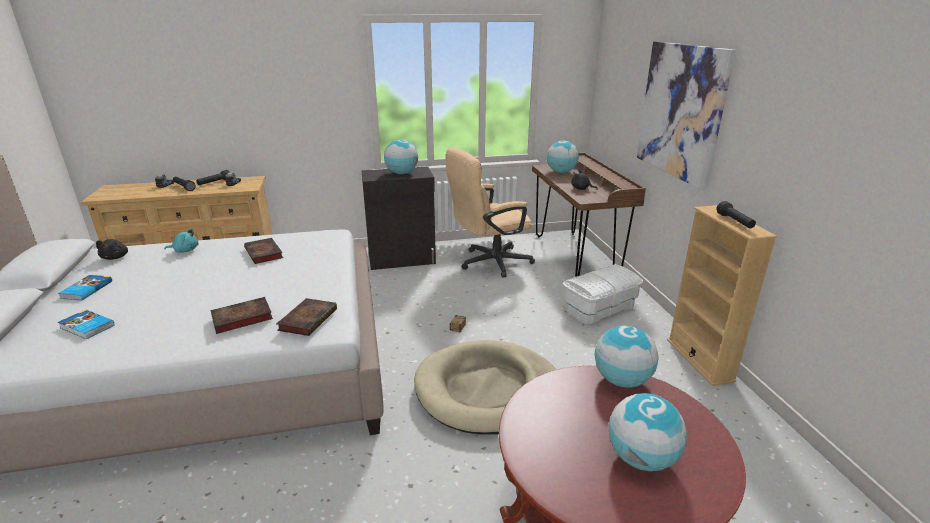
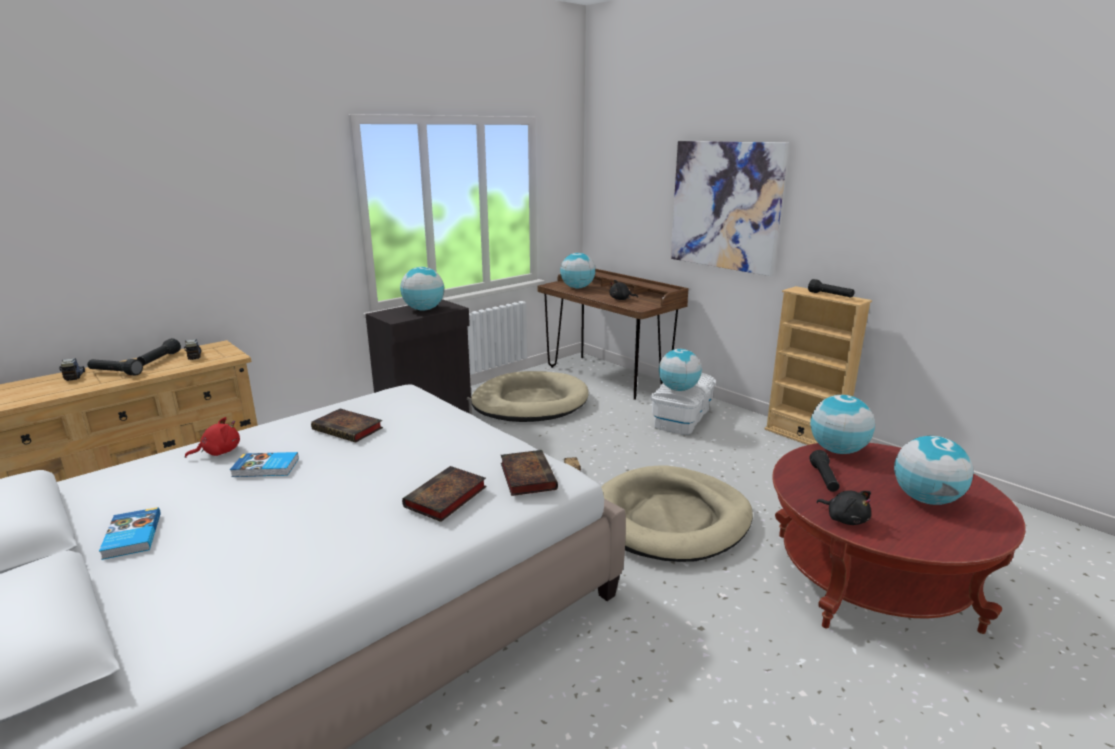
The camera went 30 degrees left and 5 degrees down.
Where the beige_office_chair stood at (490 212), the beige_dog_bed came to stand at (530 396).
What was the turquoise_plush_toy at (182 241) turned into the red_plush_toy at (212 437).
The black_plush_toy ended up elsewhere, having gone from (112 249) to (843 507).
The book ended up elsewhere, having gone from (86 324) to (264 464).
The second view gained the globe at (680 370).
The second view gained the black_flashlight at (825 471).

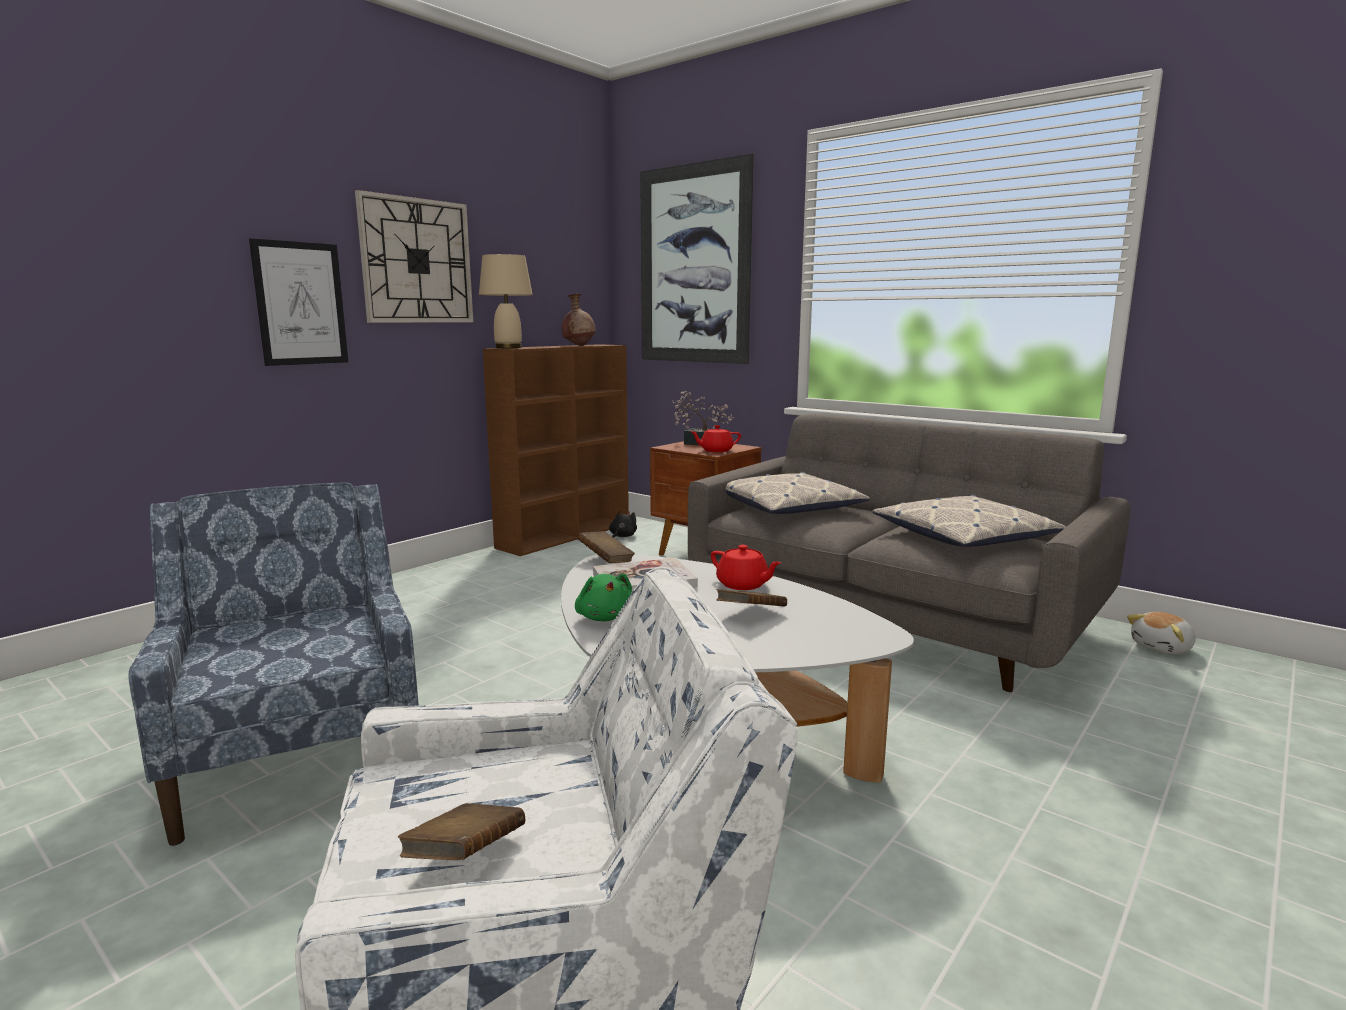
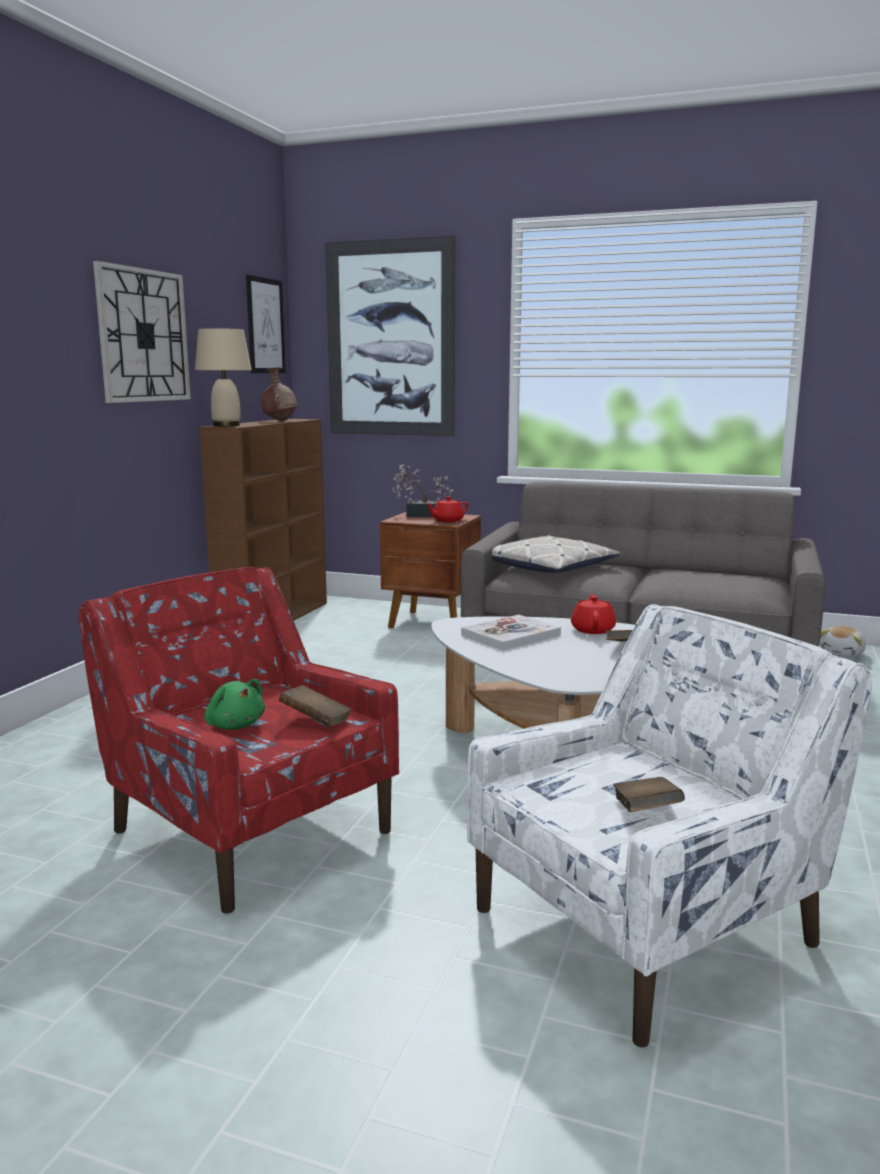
The camera went 20 degrees left and 0 degrees up.
The picture ended up elsewhere, having gone from (298 302) to (266 324).
What was the blue_armchair at (274 664) turned into the red_armchair at (239 740).
The second view lost the pillow at (969 521).
The second view lost the black_plush_toy at (623 524).
The brown_book ended up elsewhere, having gone from (606 547) to (315 706).
The red_teapot at (746 567) ended up facing another way, 105 degrees counterclockwise from before.
The green_plush_toy ended up elsewhere, having gone from (603 597) to (234 704).

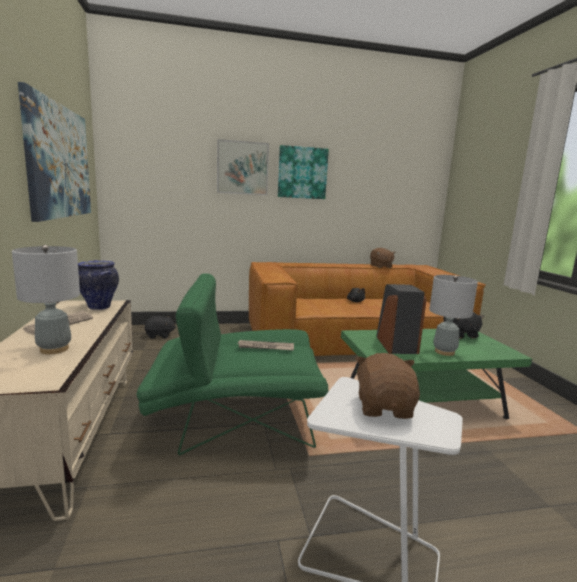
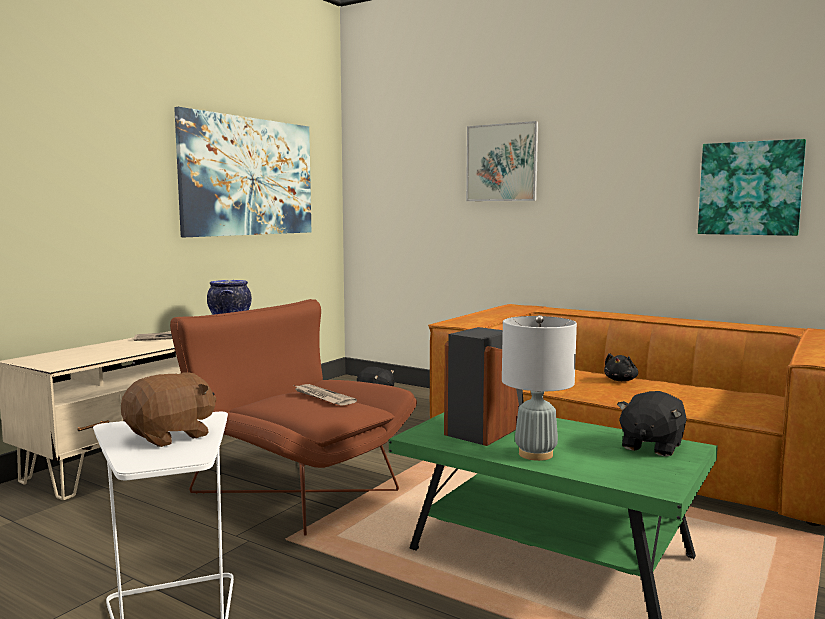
The camera went 45 degrees right and 5 degrees down.
The picture ended up elsewhere, having gone from (303 172) to (752 187).
The second view lost the grey_table_lamp at (46 299).
The second view lost the brown_plush_toy at (383 258).
What was the green_armchair at (232 364) turned into the brown_armchair at (293 417).

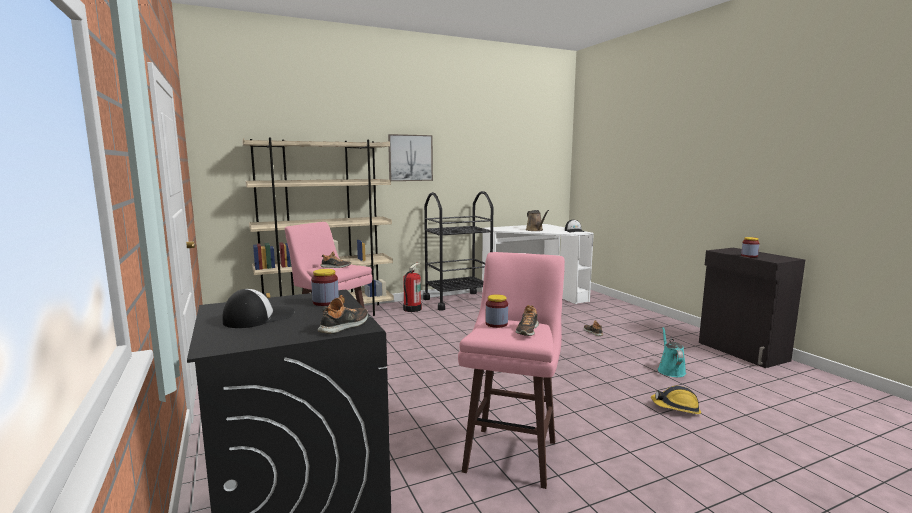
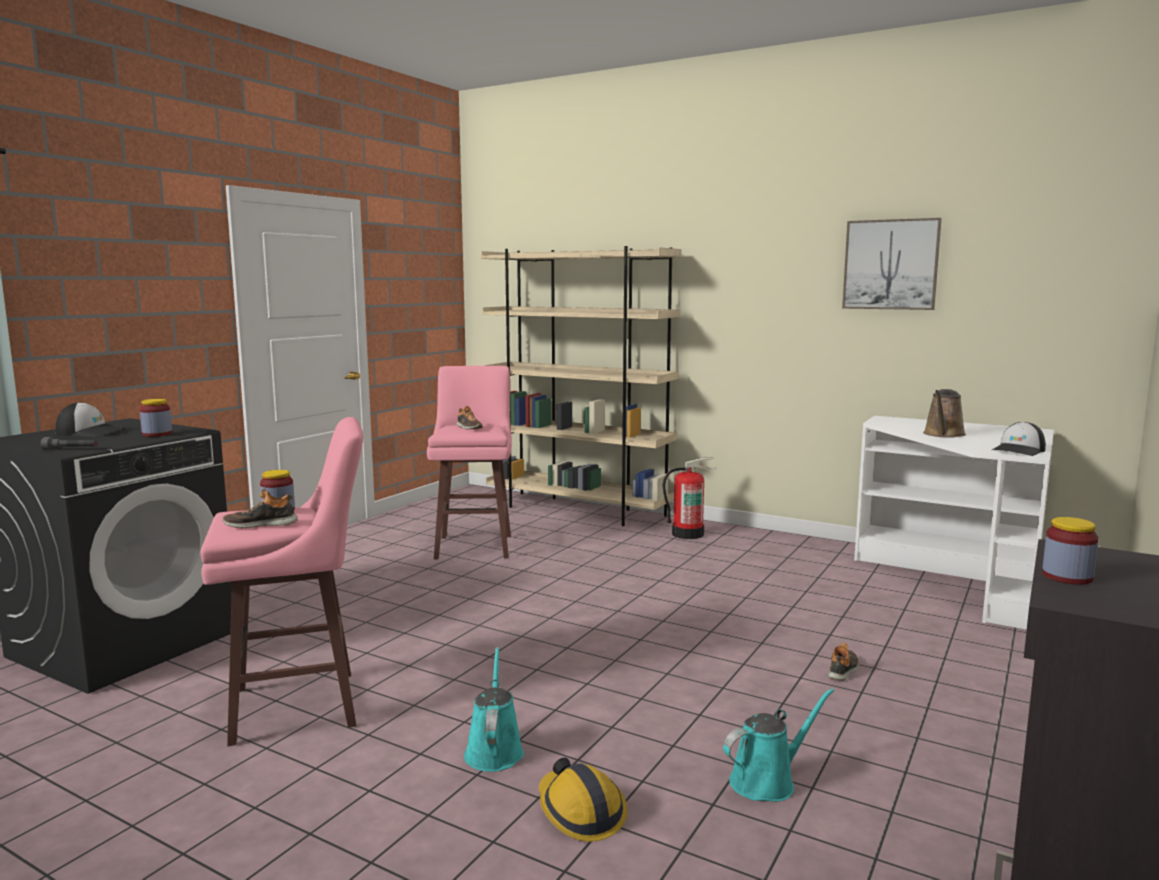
The camera went 55 degrees right and 0 degrees up.
The picture ended up elsewhere, having gone from (410 157) to (892 264).
The second view lost the black_cart at (458 251).
Where the shoe stood at (343 314), the grey_flashlight came to stand at (69 443).
The second view gained the turquoise_watering_can at (494 709).

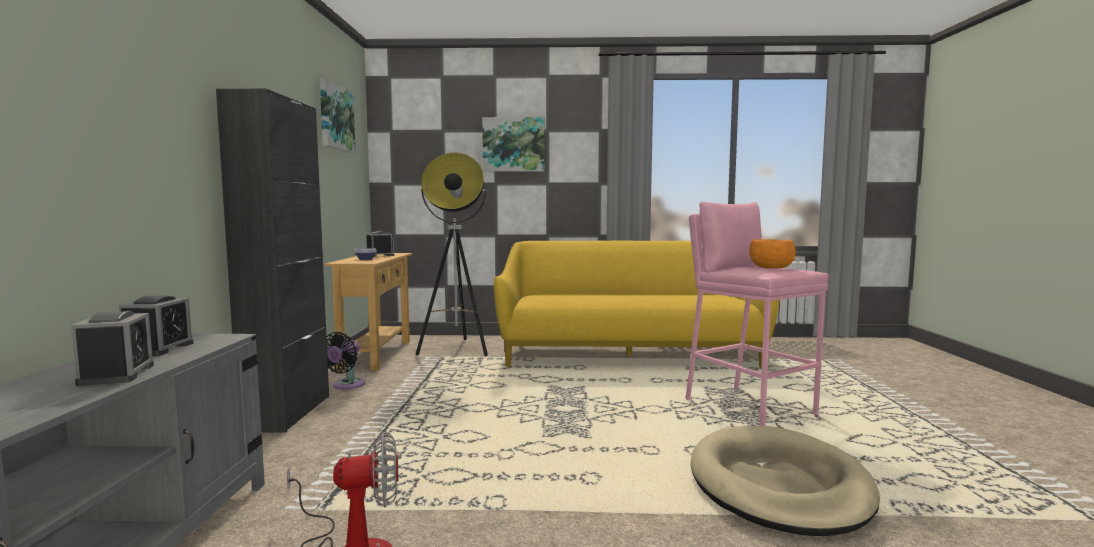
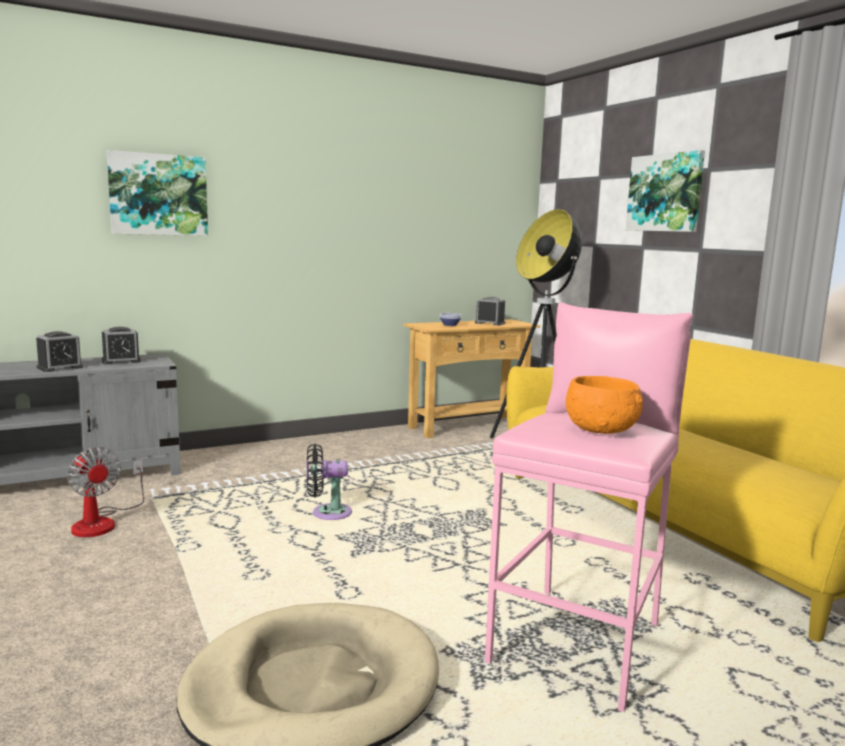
The camera went 60 degrees right and 5 degrees up.
The picture ended up elsewhere, having gone from (338 115) to (157 193).
The second view lost the black_cabinet at (272 261).
The black_fan ended up elsewhere, having gone from (345 360) to (329 482).

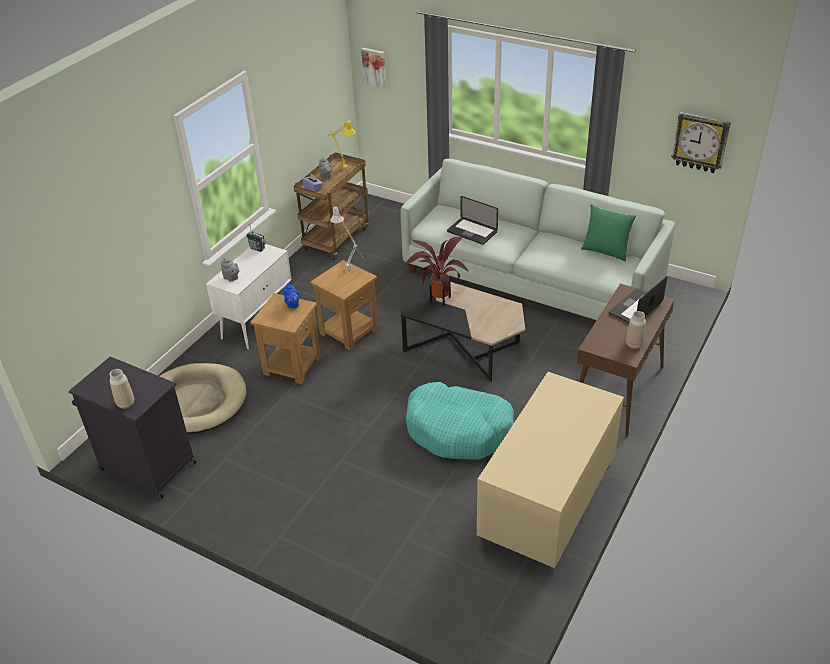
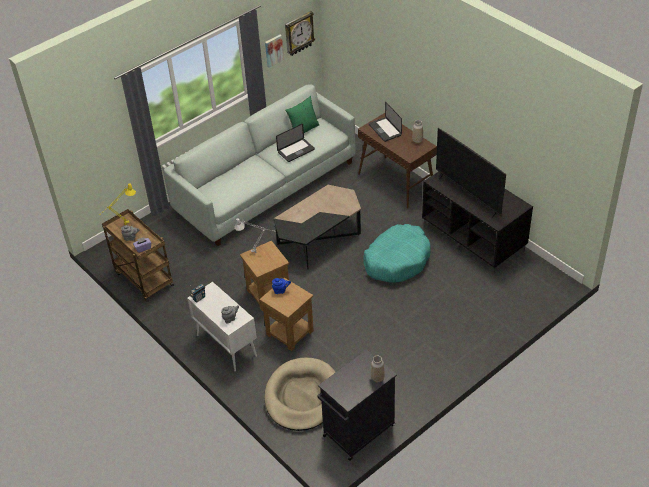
The camera went 70 degrees left and 5 degrees up.
The picture ended up elsewhere, having gone from (373 68) to (274 51).
The laptop ended up elsewhere, having gone from (472 220) to (295 143).
The second view lost the potted_plant at (436 271).
What was the beige_tv_stand at (550 474) turned into the black_tv_stand at (477 223).
The second view gained the television at (471 173).

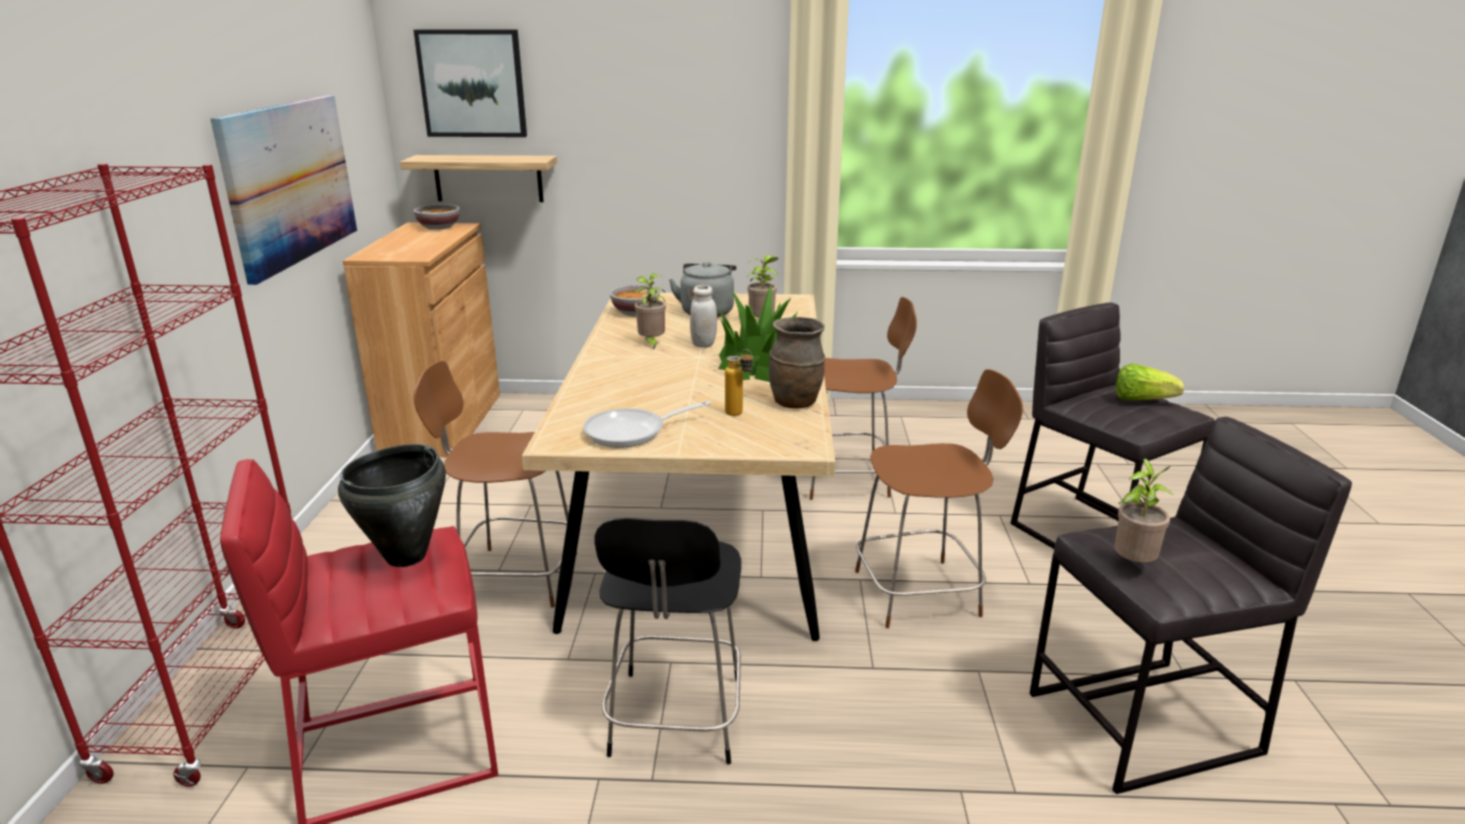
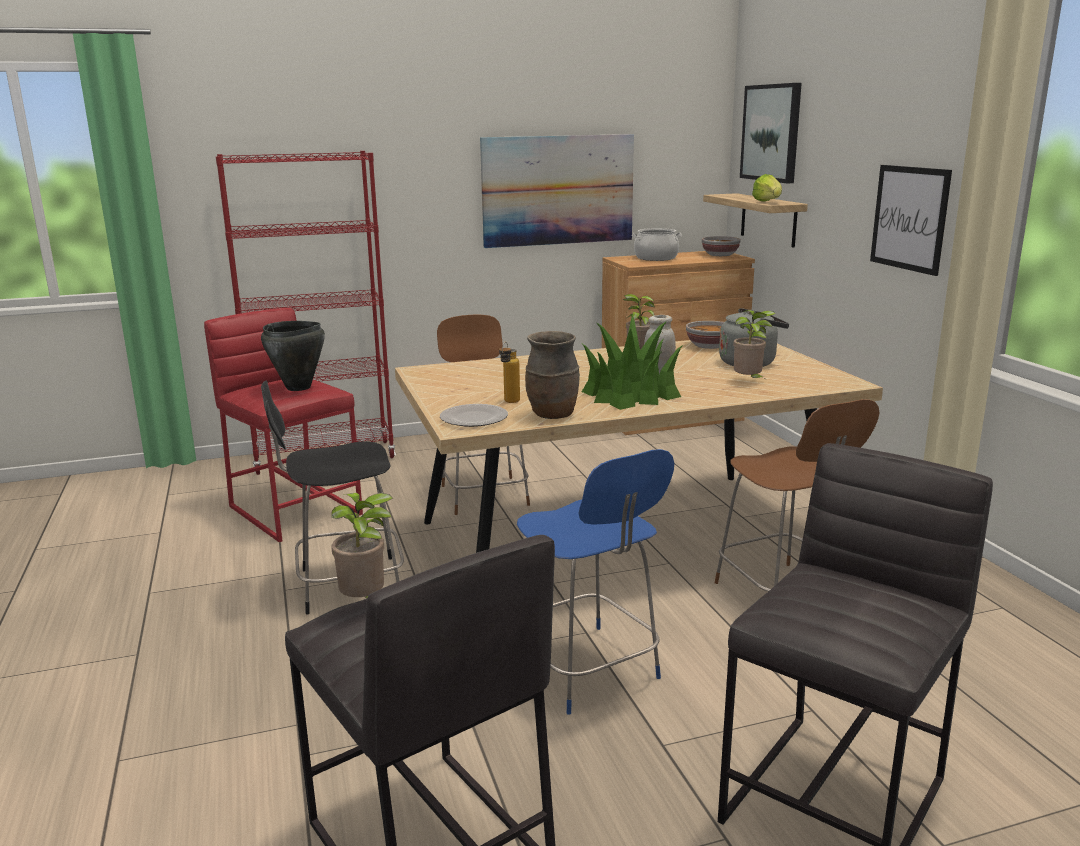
The camera went 70 degrees right and 5 degrees down.
The lettuce ended up elsewhere, having gone from (1150 382) to (767 188).
What was the brown_chair at (939 498) turned into the blue_chair at (595 582).
The second view lost the frying_pan at (647 424).
The second view gained the picture at (911 220).
The second view gained the cooking_pot at (657 244).
The second view gained the plate at (474 415).

